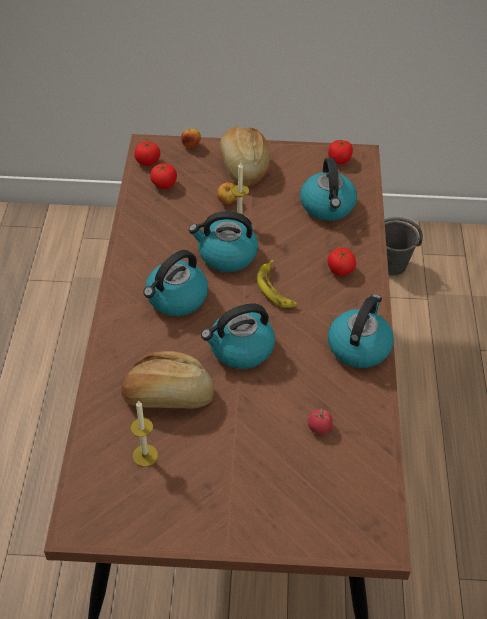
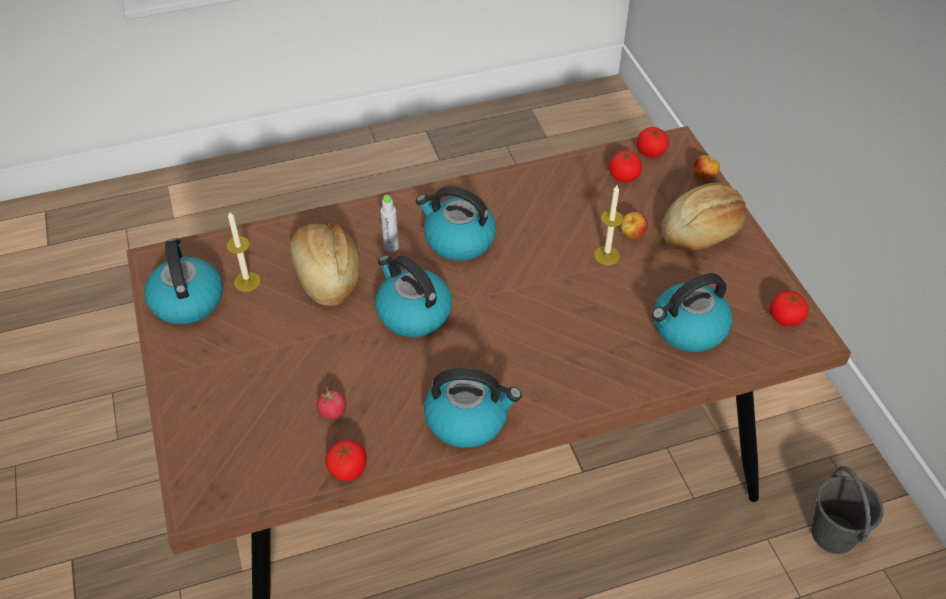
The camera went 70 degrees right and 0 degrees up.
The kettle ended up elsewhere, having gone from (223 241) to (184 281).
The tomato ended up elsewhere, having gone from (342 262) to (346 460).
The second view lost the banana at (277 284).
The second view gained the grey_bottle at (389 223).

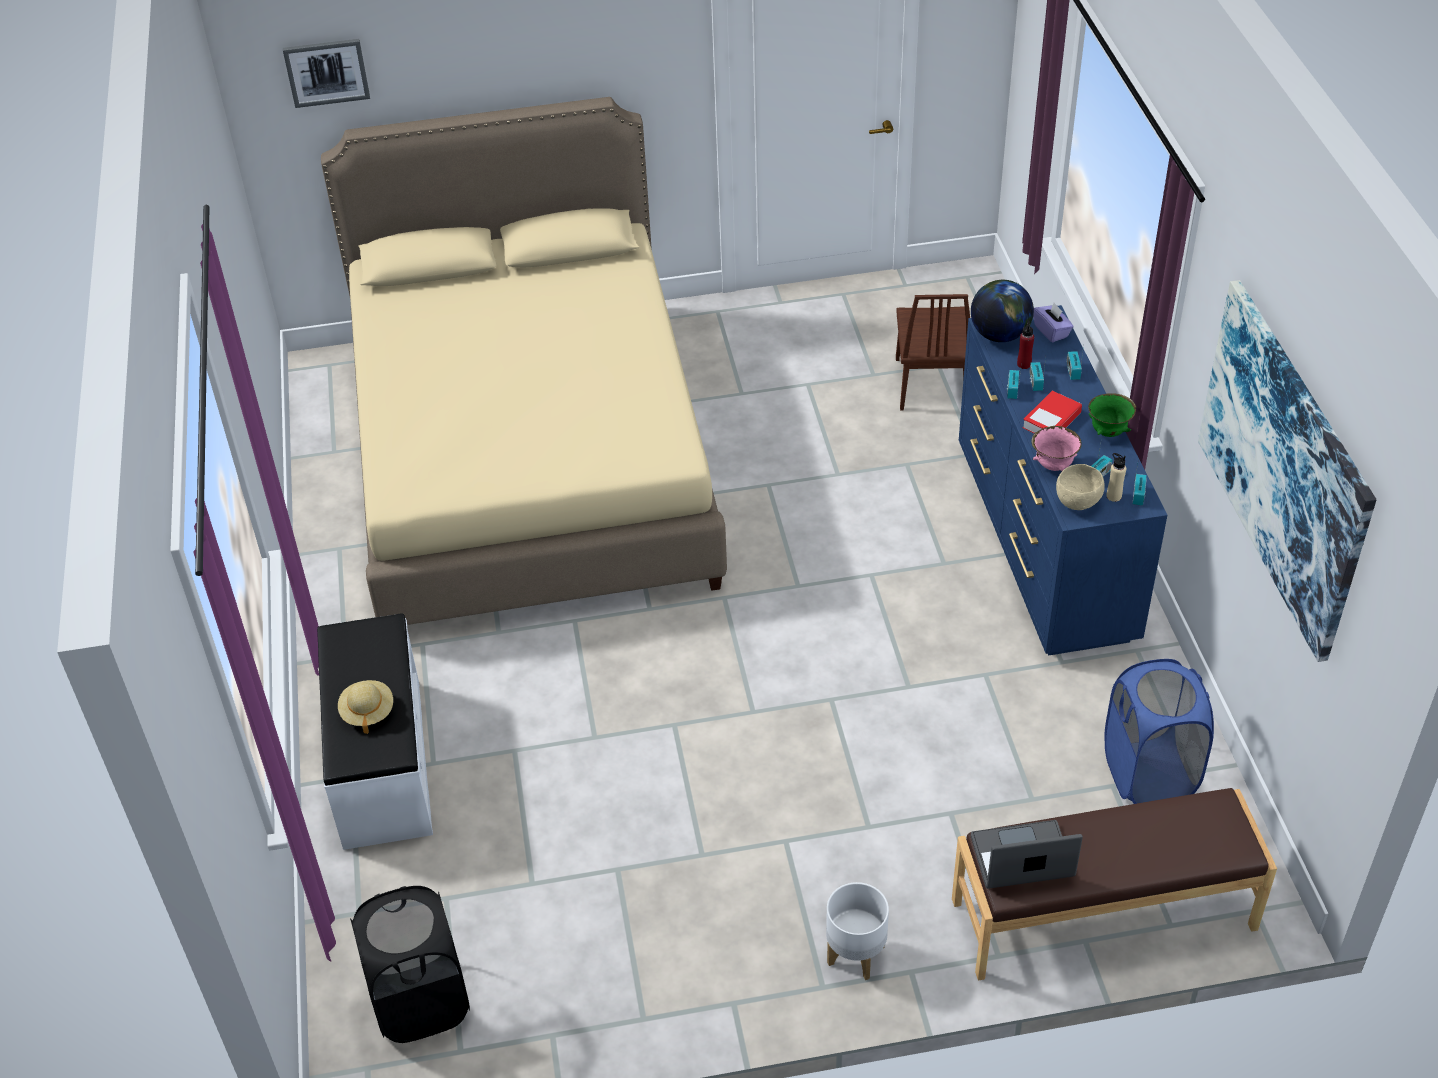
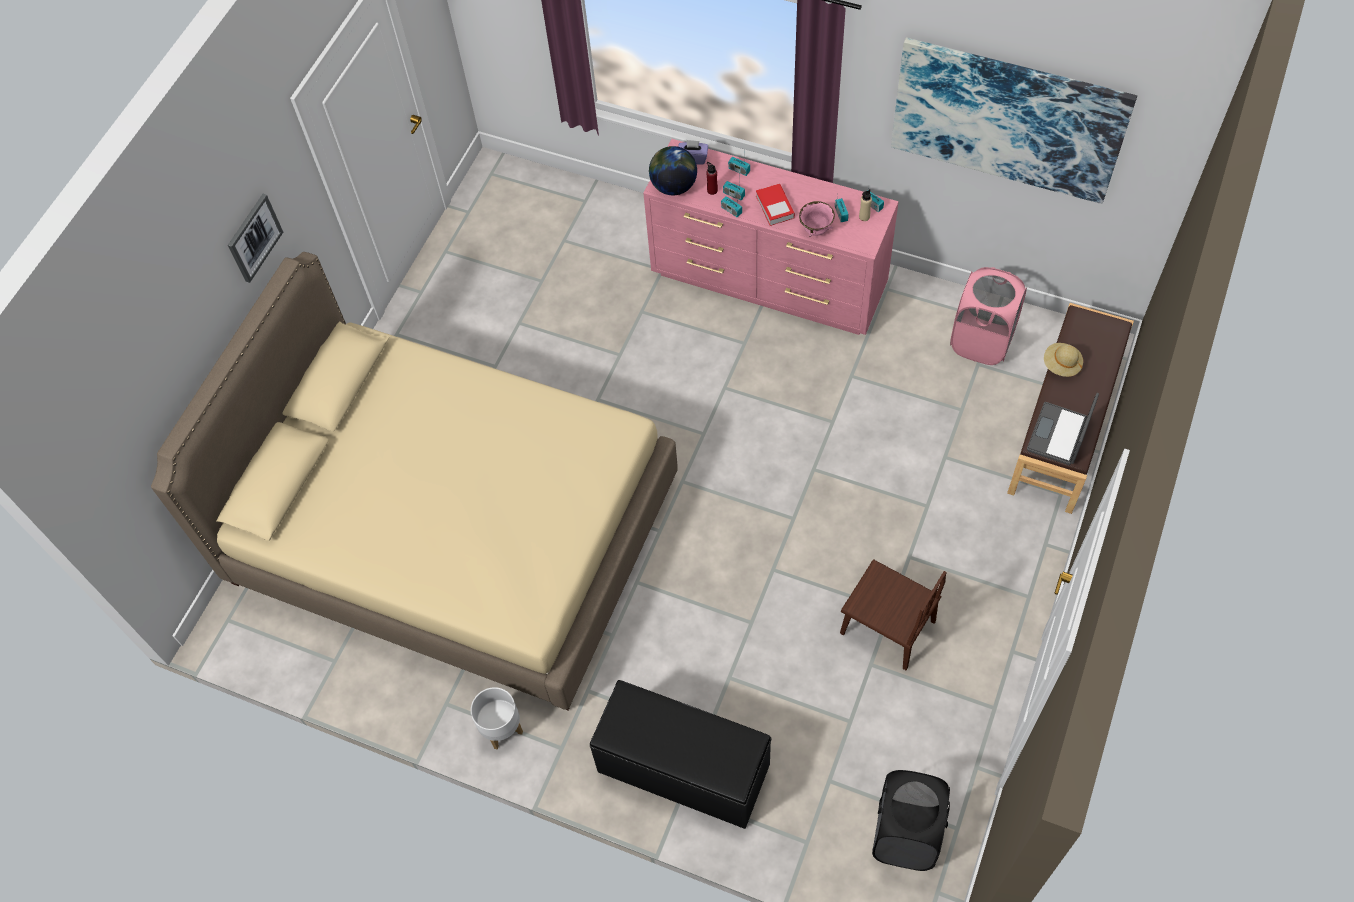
The camera went 55 degrees left and 15 degrees up.
The picture ended up elsewhere, having gone from (326 73) to (255 238).
The brown_chair ended up elsewhere, having gone from (933 352) to (893 614).
What was the blue_dresser at (1063 480) turned into the pink_dresser at (771 237).
The second view lost the green_bowl at (1112 415).
The second view lost the beige_bowl at (1080 487).
What was the white_bench at (375 731) turned into the black_bench at (681 754).
What was the blue_laundry_basket at (1159 731) turned into the pink_laundry_basket at (988 316).
The beige_hat ended up elsewhere, having gone from (365 707) to (1063 360).
The white_planter ended up elsewhere, having gone from (857 931) to (497 718).

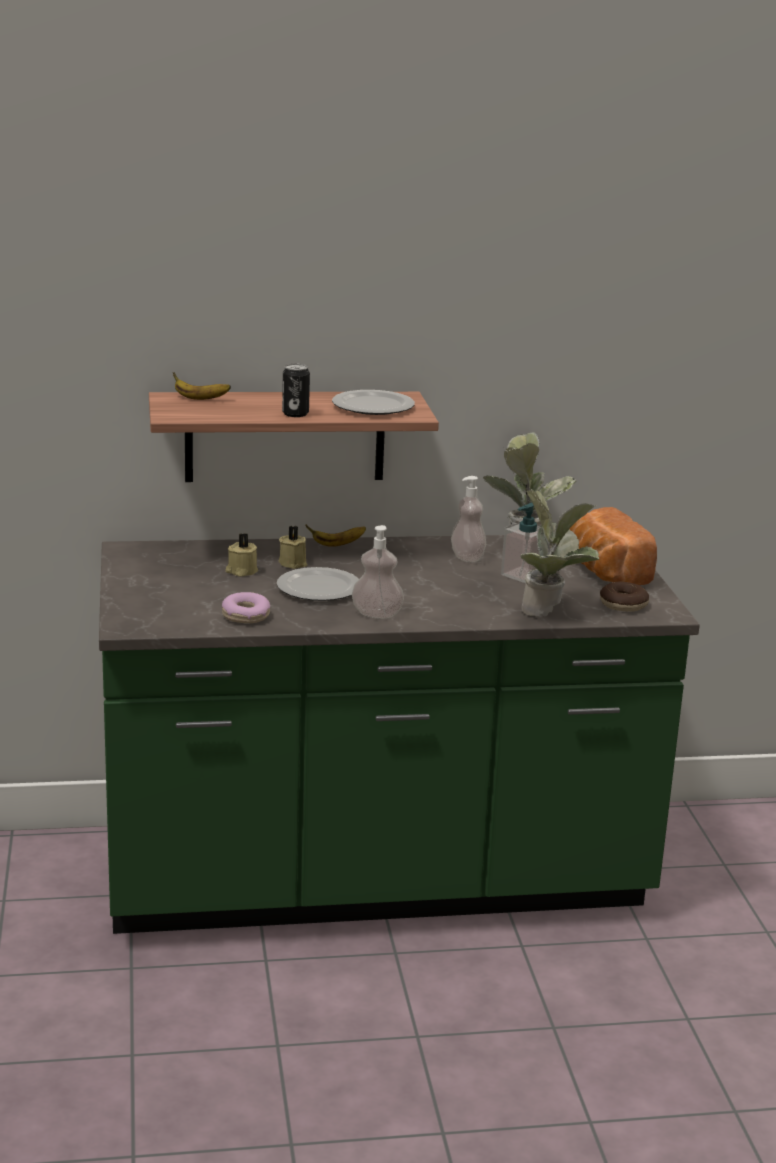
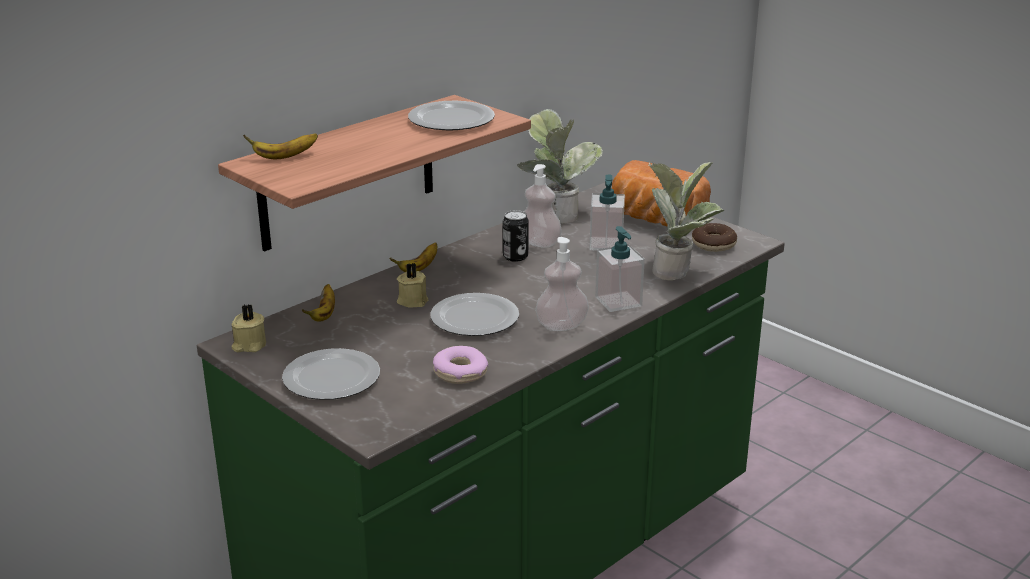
The camera went 35 degrees left and 5 degrees up.
The can ended up elsewhere, having gone from (296 390) to (516 236).
The beige_candle ended up elsewhere, having gone from (241 555) to (249 328).
The second view gained the soap_dispenser at (620 269).
The second view gained the banana at (318 303).
The second view gained the plate at (331 374).

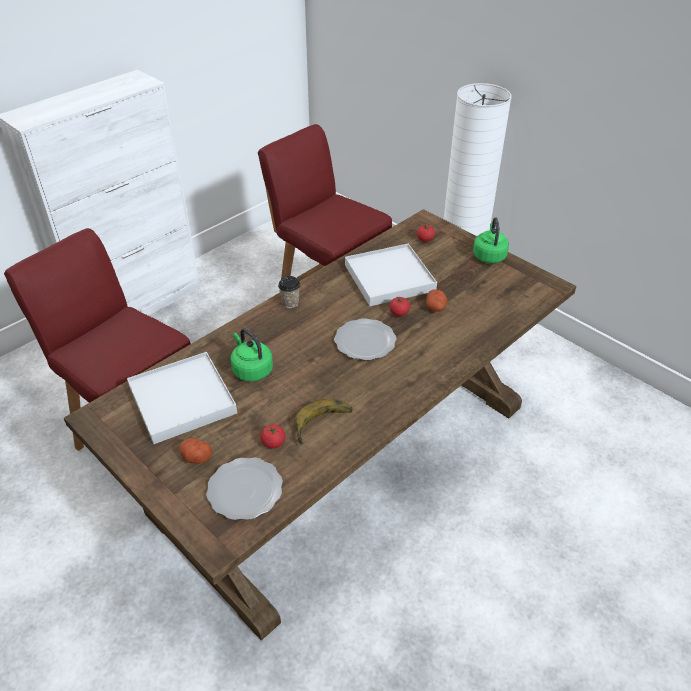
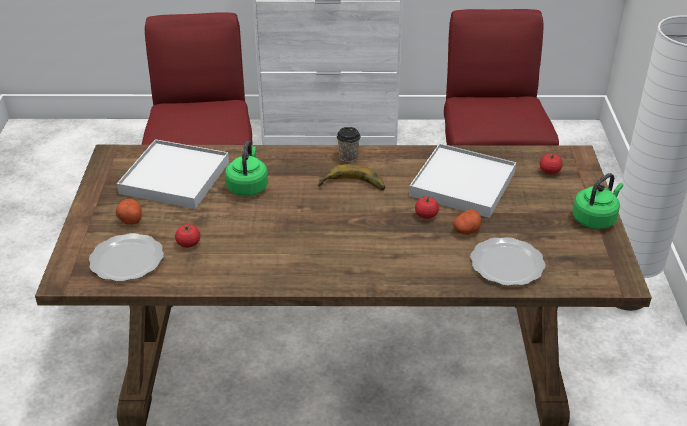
The camera went 45 degrees right and 5 degrees down.
The plate ended up elsewhere, having gone from (365 339) to (507 261).
The banana ended up elsewhere, having gone from (323 421) to (351 177).

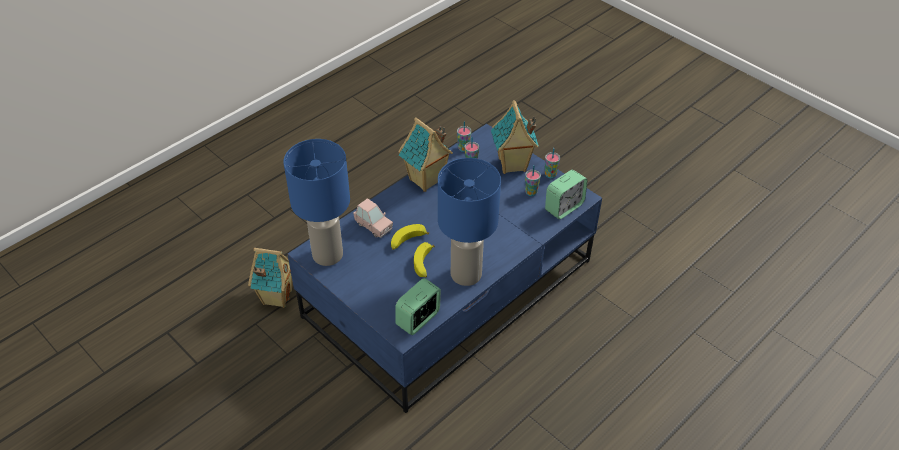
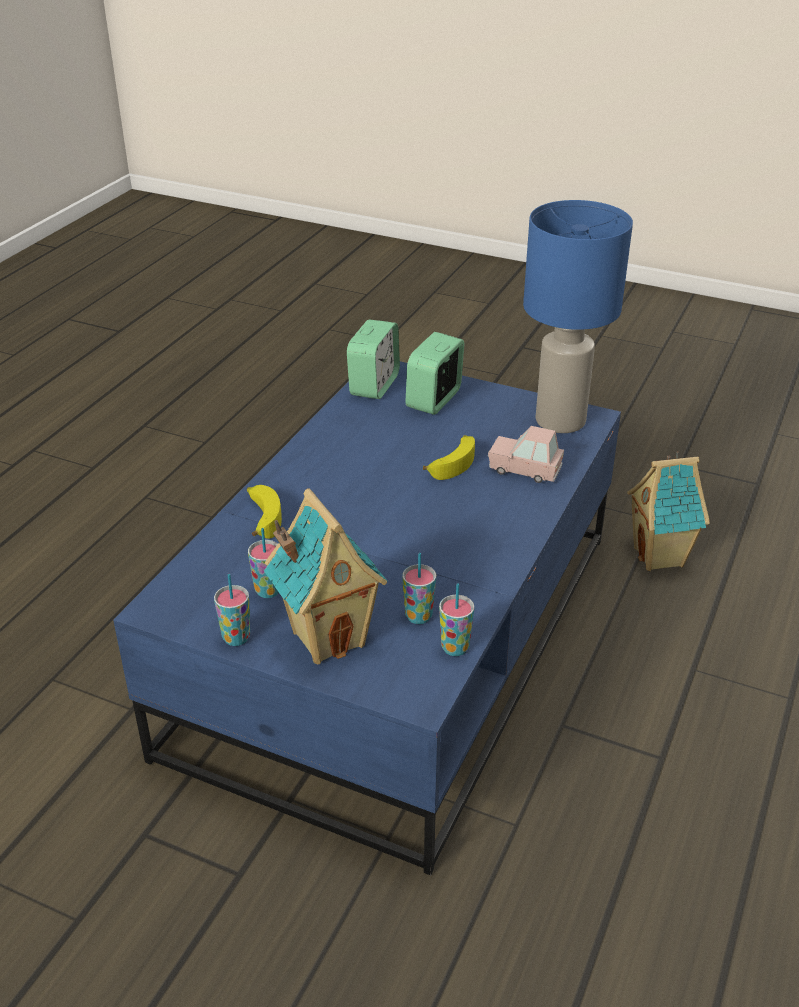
The camera went 160 degrees right and 10 degrees down.
The second view lost the toy_house at (425 154).
The second view lost the blue_table_lamp at (469 222).
The alarm_clock ended up elsewhere, having gone from (566 194) to (435 373).
The banana ended up elsewhere, having gone from (424 260) to (264 512).

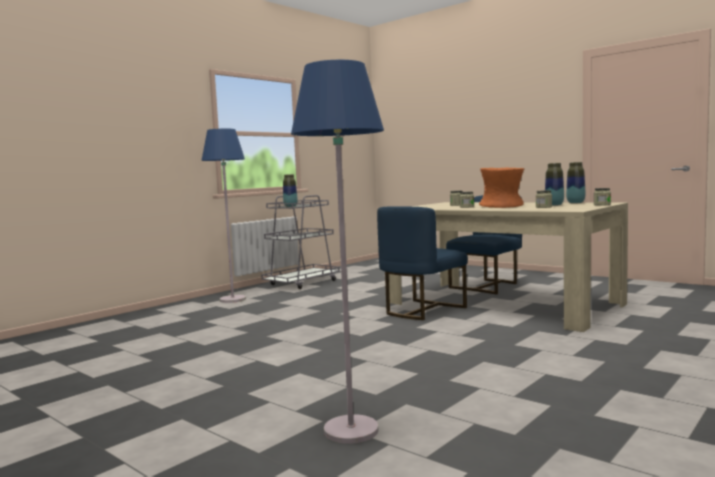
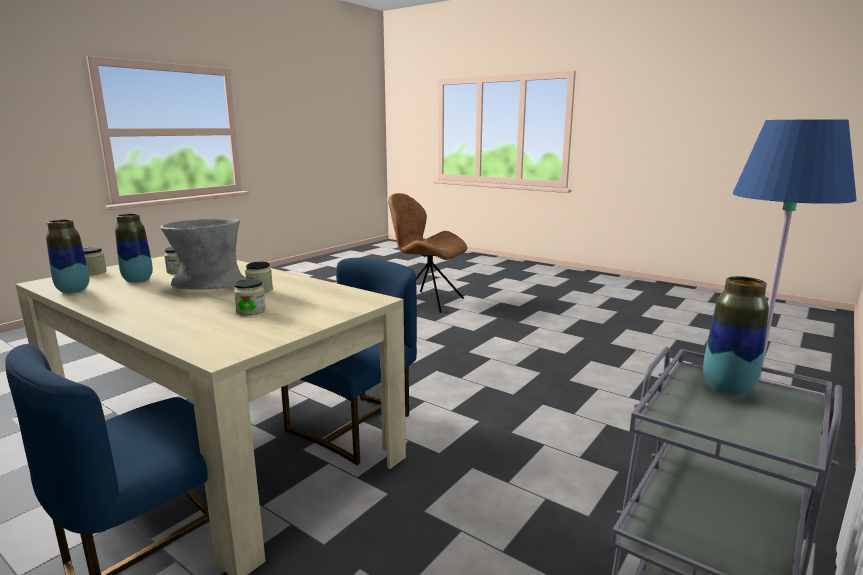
The camera went 175 degrees right and 10 degrees up.
Where the blue_floor_lamp stood at (337 252), the brown_chair came to stand at (427 253).
What was the orange_vase at (501 188) turned into the grey_vase at (203 254).

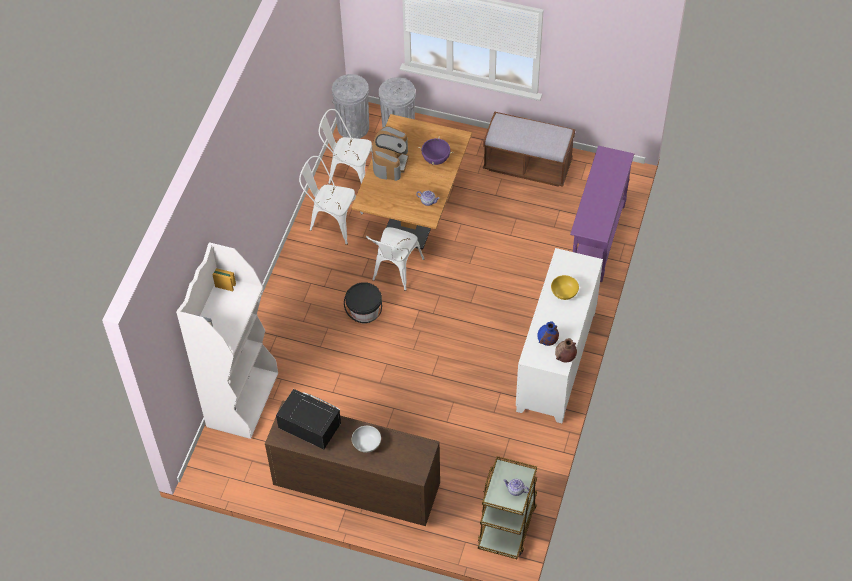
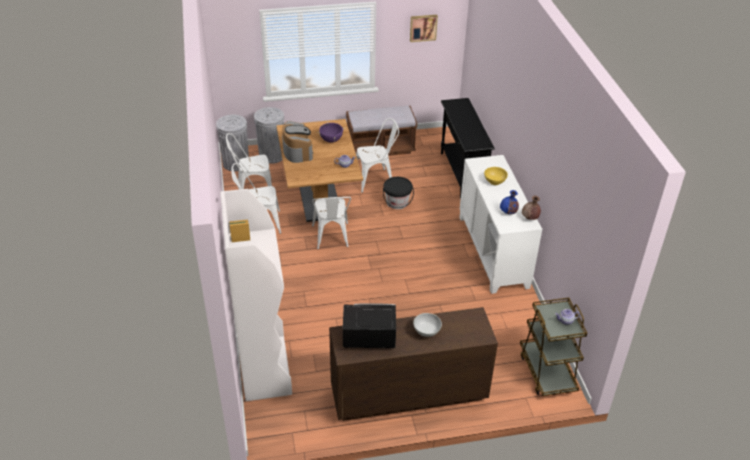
The camera went 30 degrees left and 15 degrees down.
What was the purple_console_table at (602 214) turned into the black_console_table at (468 148).
The black_bucket ended up elsewhere, having gone from (363 303) to (398 193).
The second view gained the picture at (424 28).
The second view gained the white_chair at (377 155).

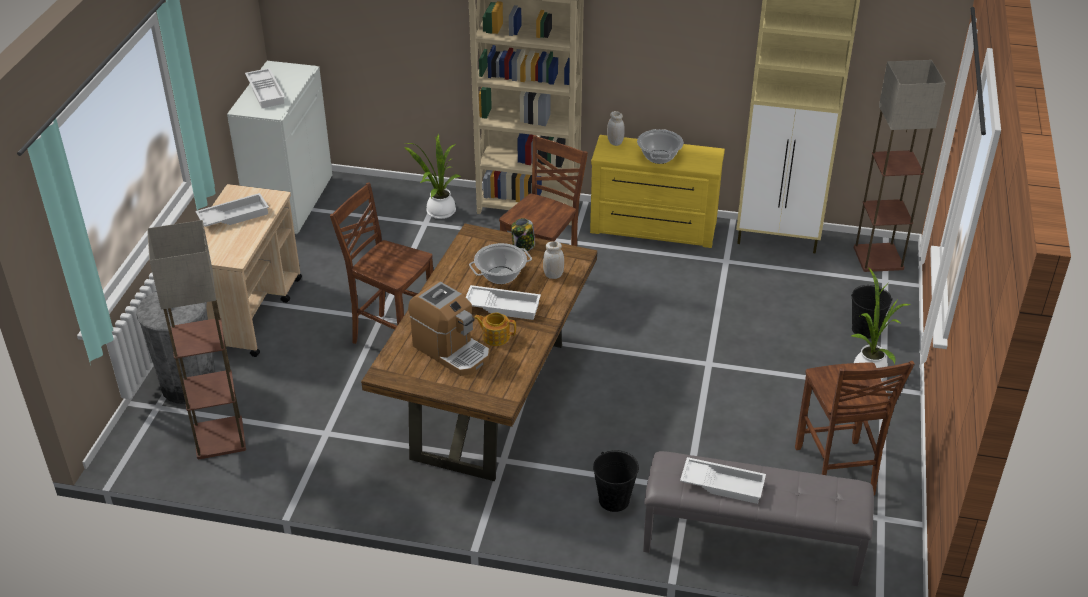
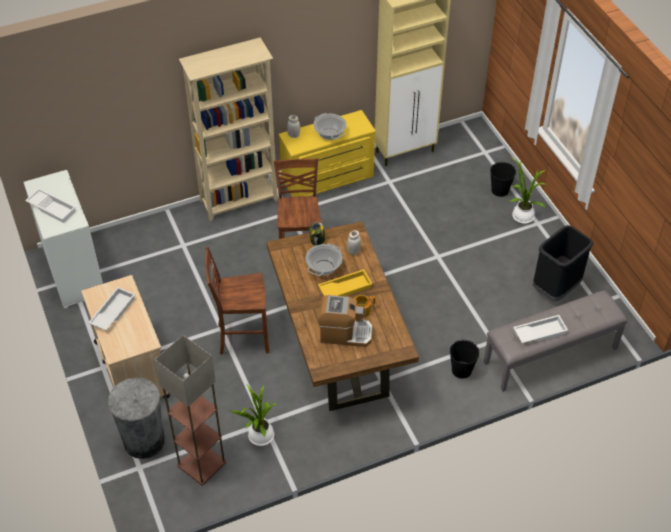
The camera went 35 degrees left and 10 degrees up.
The second view lost the floor_lamp at (900 166).
The potted_plant ended up elsewhere, having gone from (432 176) to (252 415).
What was the white_tray at (503 302) turned into the yellow_tray at (345 282).
Where the brown_chair stood at (855 428), the black_trash_can came to stand at (563 263).

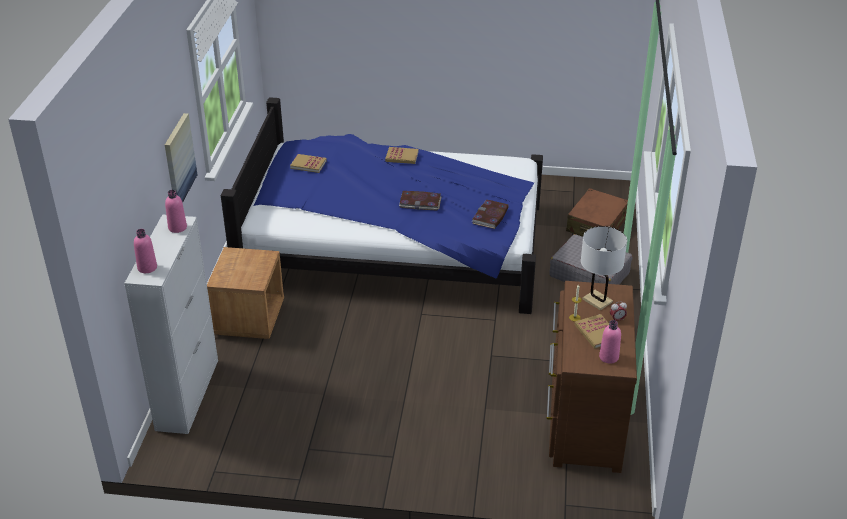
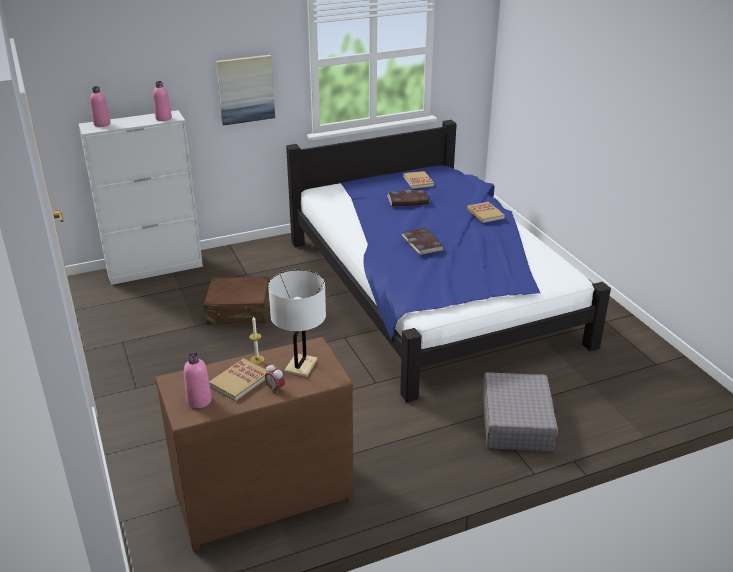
The camera went 60 degrees right and 5 degrees down.
The brown_suitcase ended up elsewhere, having gone from (597 212) to (236 300).
The book ended up elsewhere, having gone from (490 214) to (408 198).
The second view lost the brown_nightstand at (245 293).

